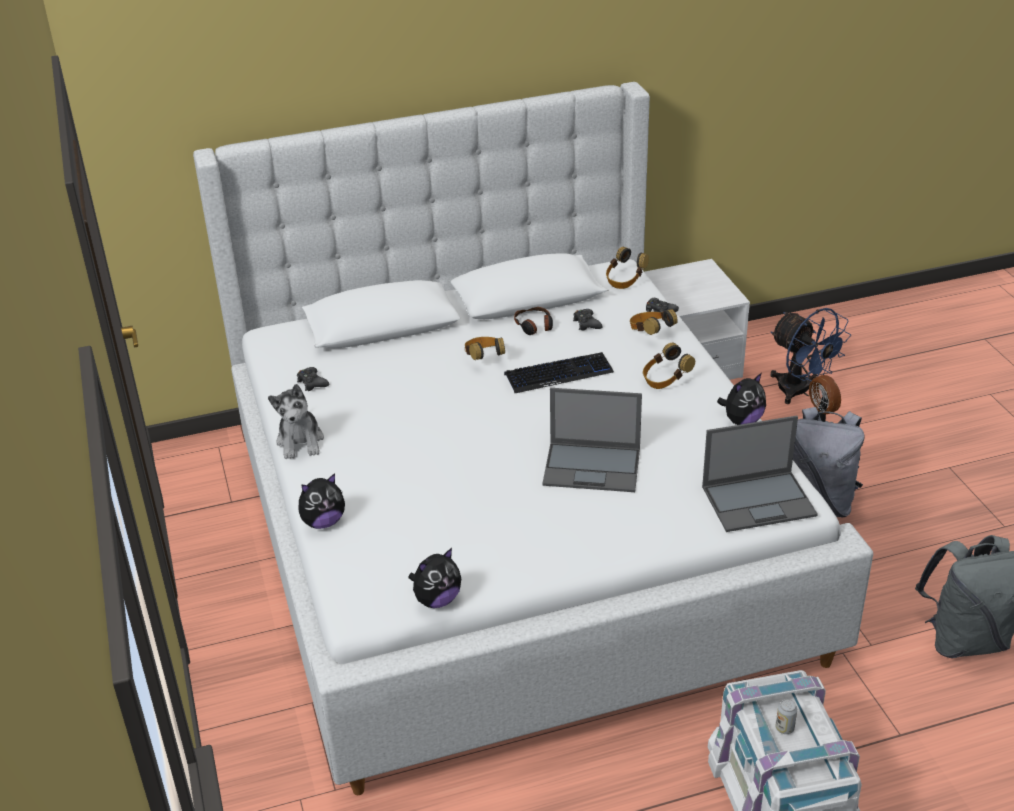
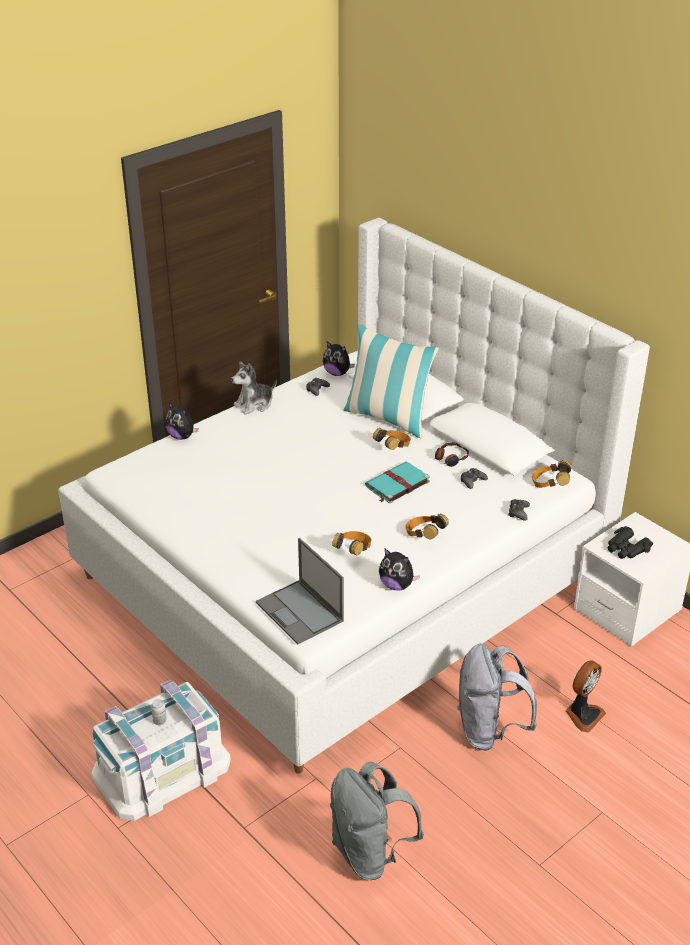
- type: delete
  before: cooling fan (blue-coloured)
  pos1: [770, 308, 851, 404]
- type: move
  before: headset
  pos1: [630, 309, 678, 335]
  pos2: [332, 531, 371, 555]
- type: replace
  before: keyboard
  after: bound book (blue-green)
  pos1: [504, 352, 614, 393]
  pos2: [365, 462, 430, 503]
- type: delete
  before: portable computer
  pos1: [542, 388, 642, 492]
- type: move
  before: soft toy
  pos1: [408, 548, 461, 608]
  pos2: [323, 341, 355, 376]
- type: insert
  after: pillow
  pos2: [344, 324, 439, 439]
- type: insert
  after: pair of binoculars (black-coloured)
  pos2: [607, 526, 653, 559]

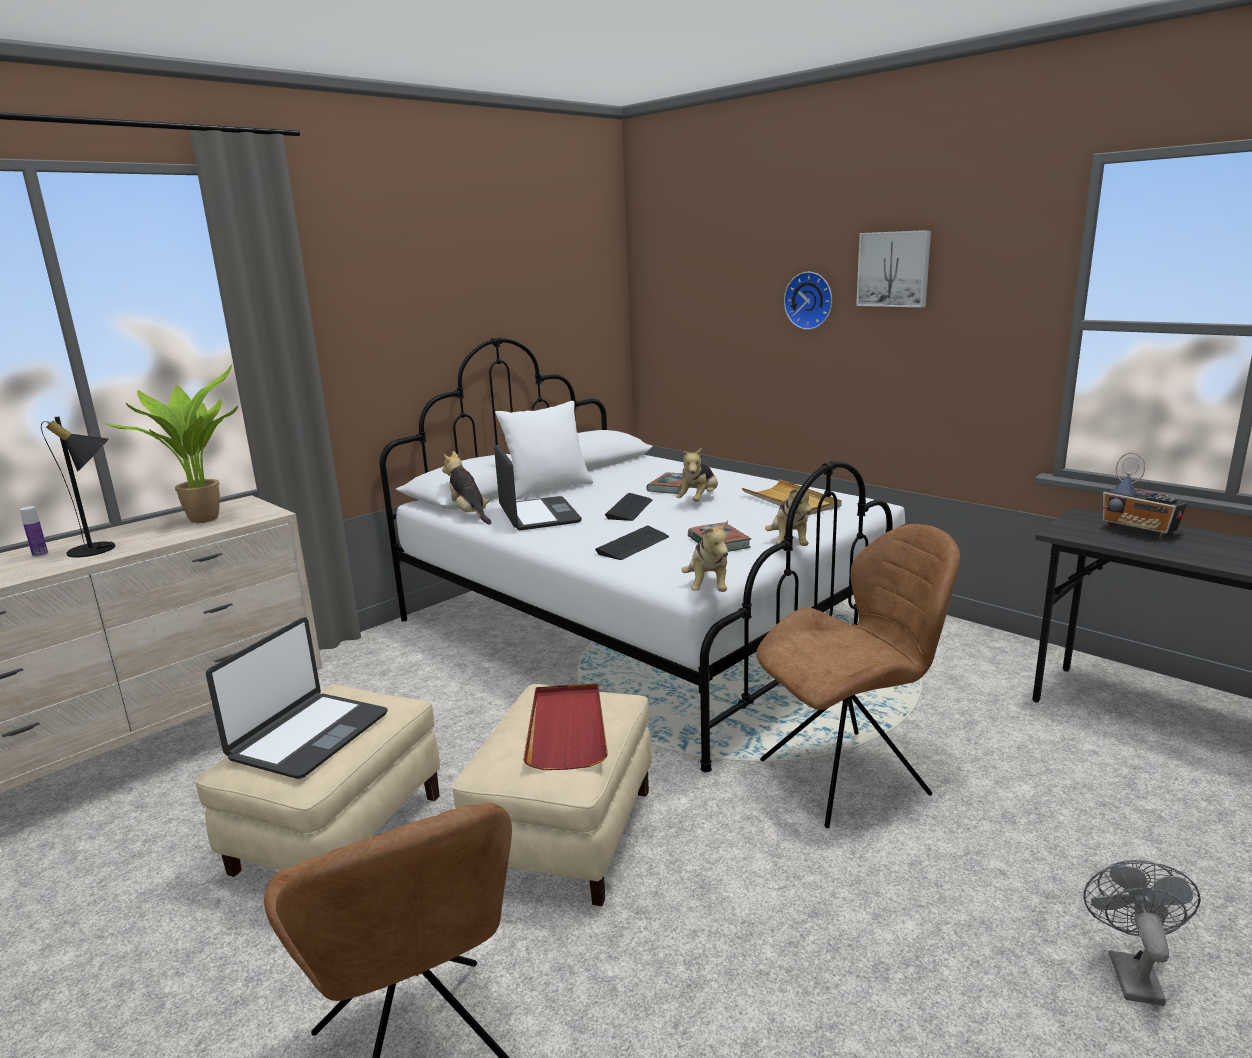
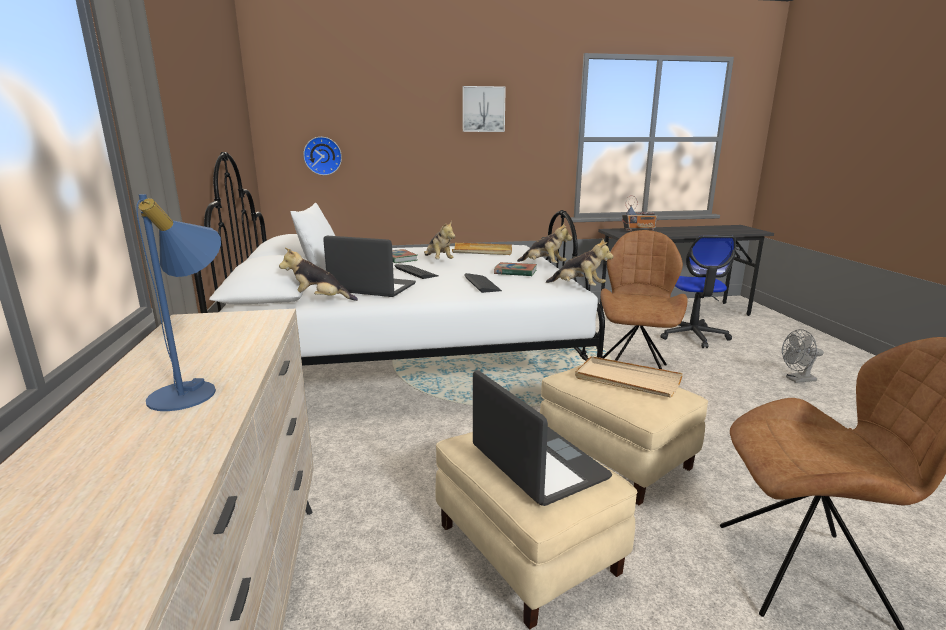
- type: move
  before: hanging clock
  pos1: [784, 272, 832, 330]
  pos2: [303, 137, 342, 175]
- type: delete
  before: houseplant
  pos1: [102, 365, 238, 523]
- type: recolor
  before: lamp for a table (black-coloured)
  after: lamp for a table (blue-coloured)
  pos1: [41, 417, 115, 558]
  pos2: [136, 194, 221, 411]
- type: delete
  before: beverage bottle
  pos1: [20, 506, 48, 557]
- type: recolor
  before: serving tray (red)
  after: serving tray (beige-coloured)
  pos1: [523, 683, 608, 770]
  pos2: [575, 356, 683, 398]
- type: rotate
  before: cooling fan (gray)
  pos1: [1083, 860, 1201, 1006]
  pos2: [782, 329, 824, 383]
  turn: -60
- type: insert
  after: computer chair
  pos2: [660, 236, 736, 348]

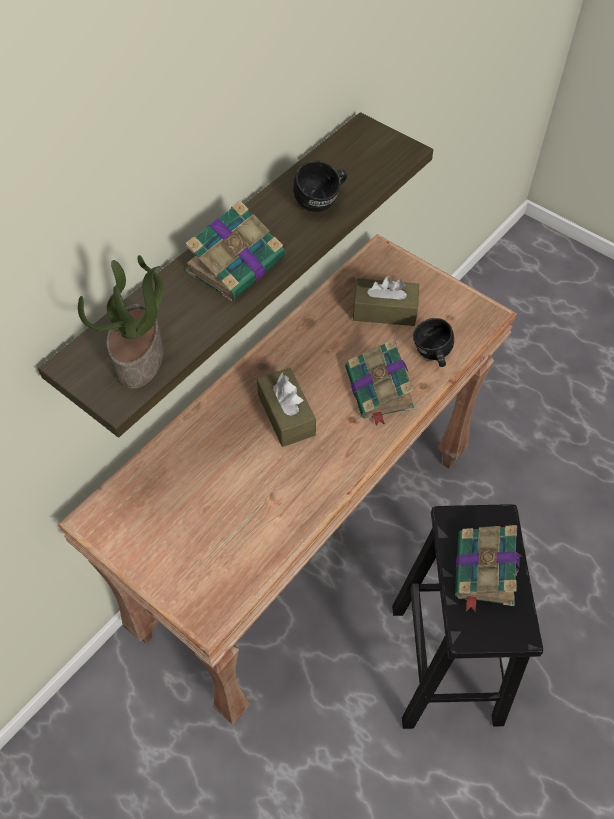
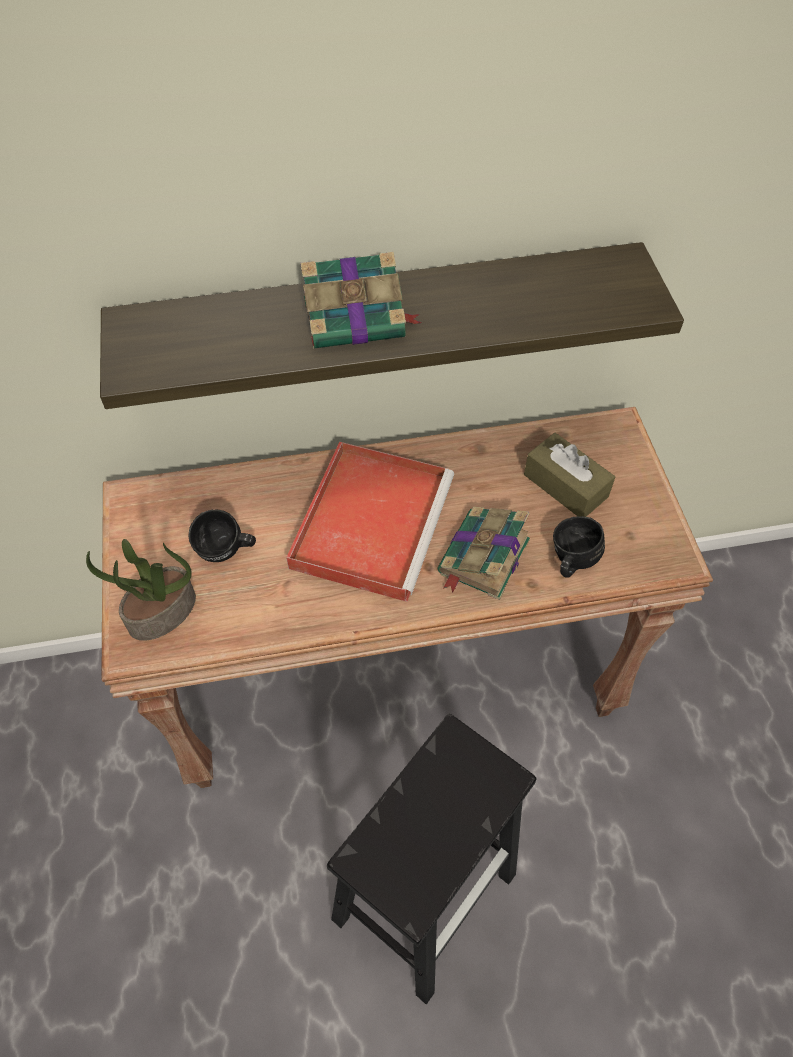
- type: move
  before: coffee mug (black-coloured)
  pos1: [293, 160, 347, 212]
  pos2: [188, 509, 256, 562]
- type: move
  before: houseplant
  pos1: [78, 255, 164, 389]
  pos2: [86, 539, 196, 641]
- type: replace
  before: tissue box (brown-coloured)
  after: serving tray (red)
  pos1: [257, 368, 316, 447]
  pos2: [286, 442, 454, 602]
- type: delete
  before: bound book
  pos1: [455, 525, 519, 613]

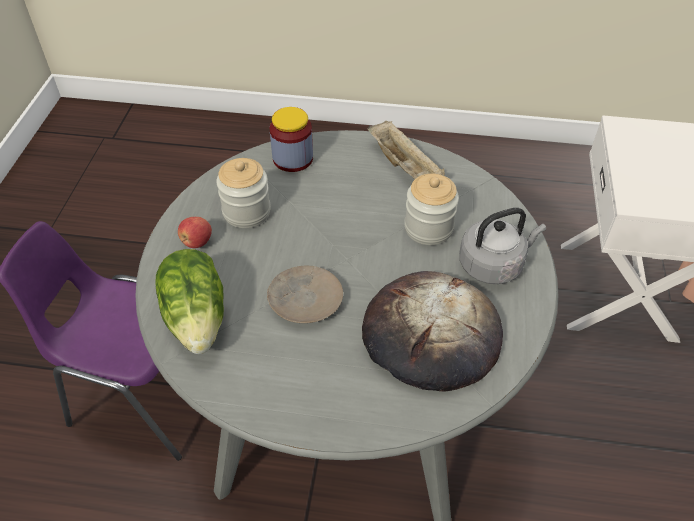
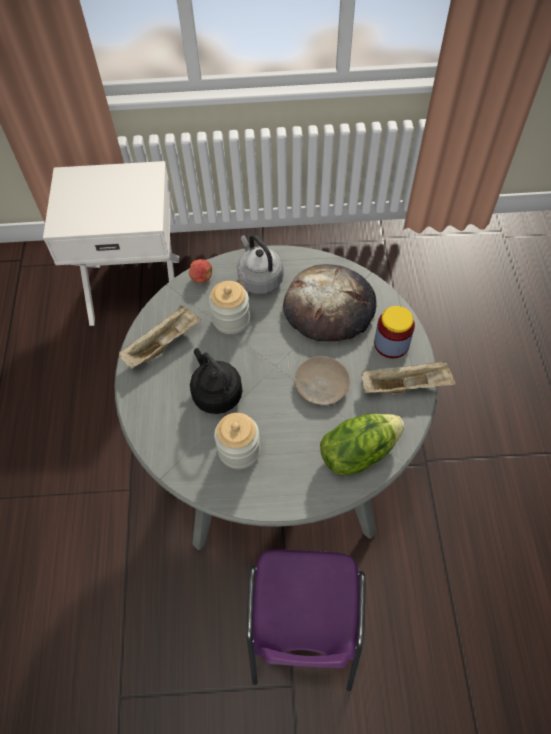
- type: move
  before: storage jar
  pos1: [270, 107, 313, 172]
  pos2: [374, 306, 415, 358]
- type: move
  before: apple
  pos1: [178, 217, 212, 248]
  pos2: [189, 259, 212, 283]
- type: insert
  after: water kettle (black-coloured)
  pos2: [190, 348, 242, 414]
- type: insert
  after: serving tray (beige-coloured)
  pos2: [362, 359, 456, 394]

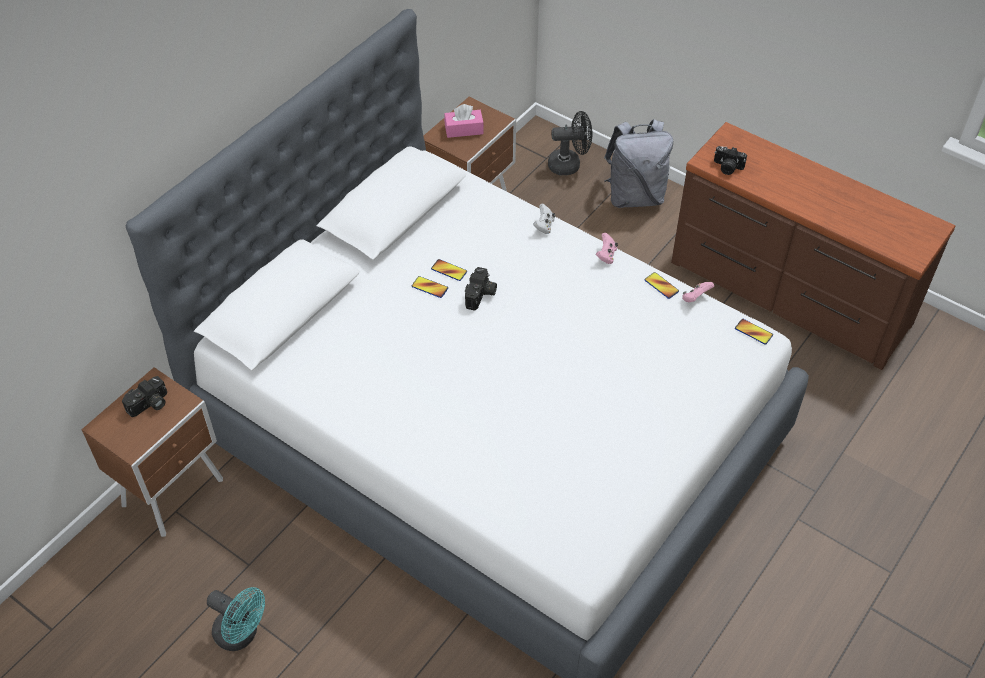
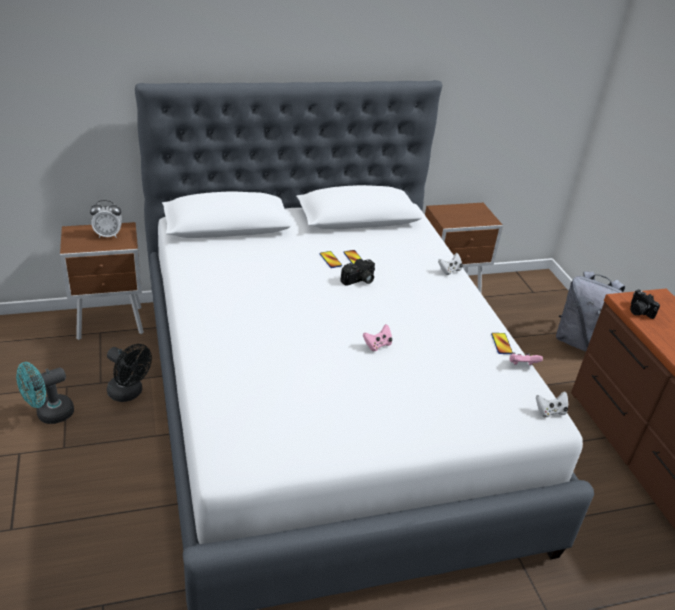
- type: delete
  before: tissue box (pink-coloured)
  pos1: [444, 104, 484, 138]
- type: move
  before: cooling fan (black-coloured)
  pos1: [548, 111, 592, 175]
  pos2: [107, 344, 152, 402]
- type: move
  before: joypad (pink-coloured)
  pos1: [596, 233, 618, 264]
  pos2: [363, 324, 392, 351]
- type: replace
  before: phone
  after: joypad (white)
  pos1: [735, 319, 773, 345]
  pos2: [536, 391, 568, 418]
- type: replace
  before: photo camera
  after: table clock
  pos1: [122, 376, 167, 417]
  pos2: [90, 200, 122, 238]
- type: rotate
  before: cooling fan (blue-green)
  pos1: [207, 587, 265, 651]
  pos2: [16, 362, 74, 424]
  turn: 75

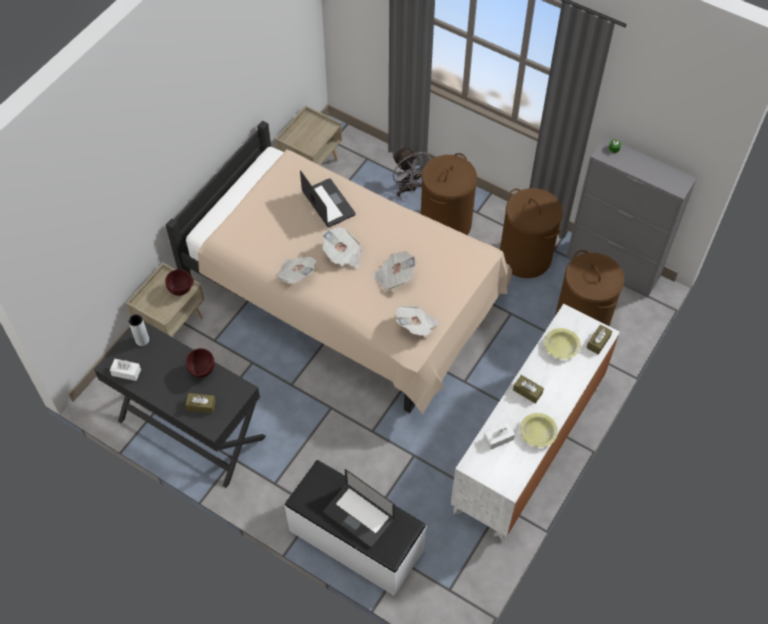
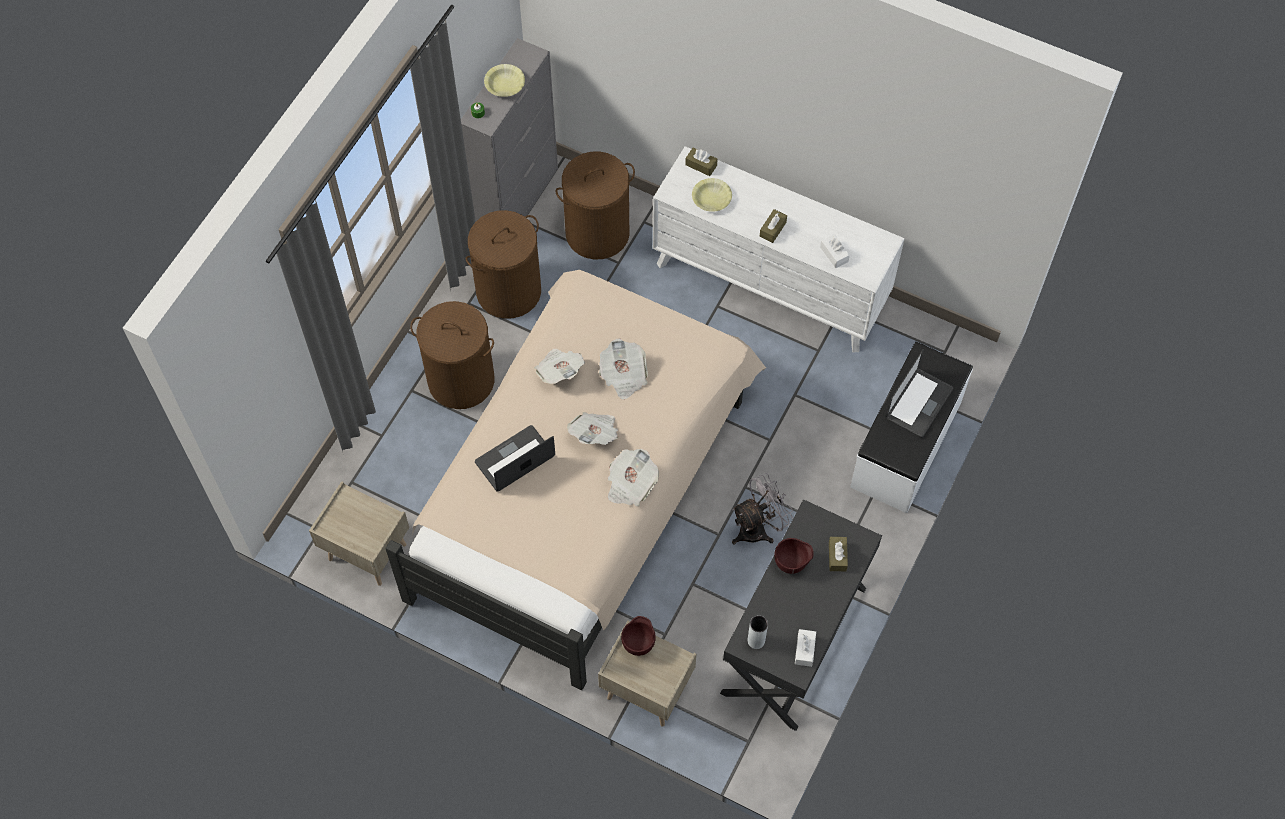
- type: move
  before: cooling fan (gray)
  pos1: [393, 147, 432, 196]
  pos2: [732, 473, 793, 544]
- type: move
  before: printed paper
  pos1: [395, 305, 439, 336]
  pos2: [534, 348, 585, 384]
- type: move
  before: deep dish (yellow)
  pos1: [520, 413, 558, 447]
  pos2: [484, 64, 525, 97]

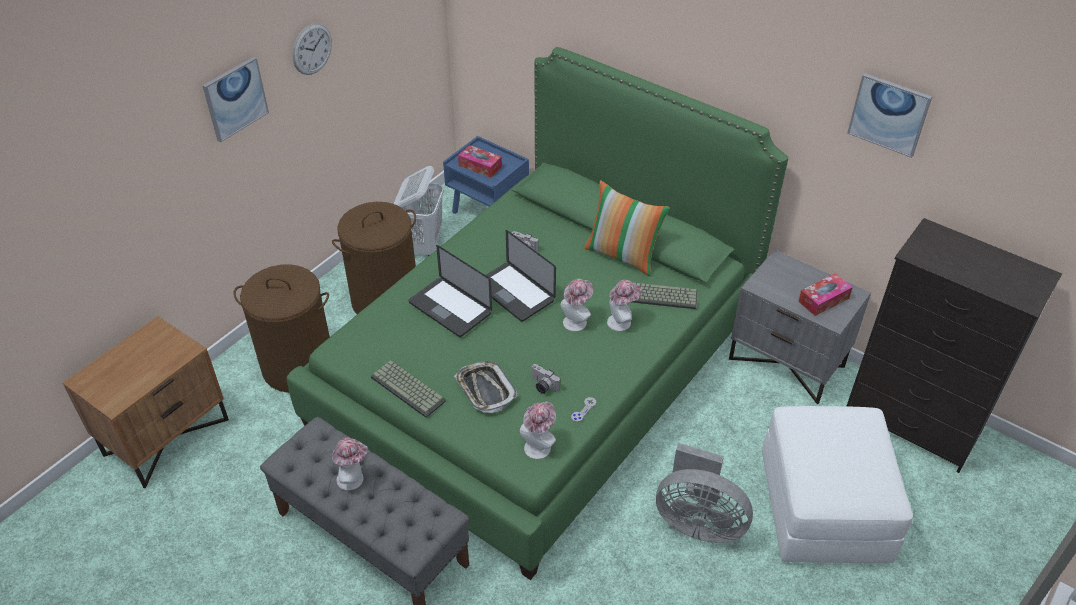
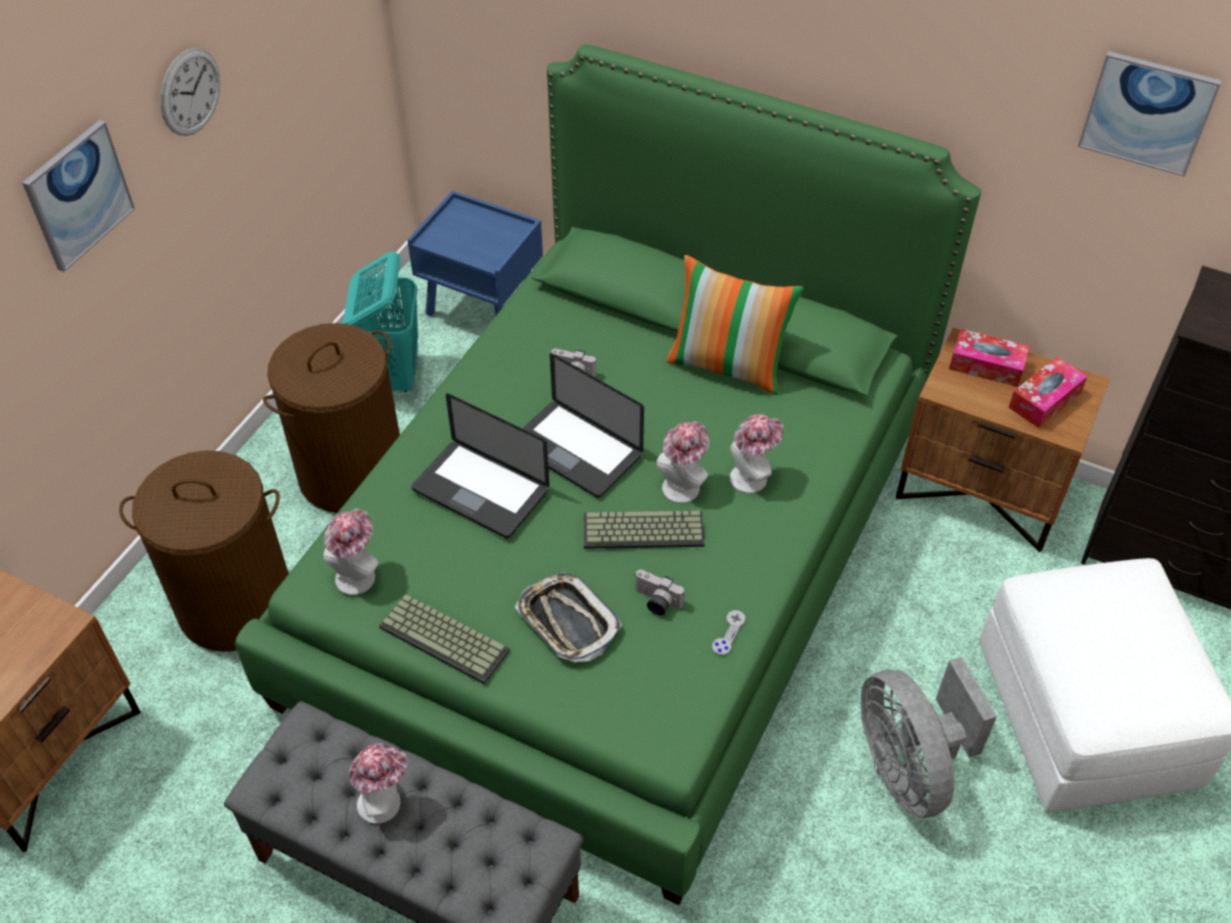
- type: move
  before: tissue box
  pos1: [458, 145, 502, 178]
  pos2: [949, 329, 1030, 387]
- type: recolor
  before: washing basket (white)
  after: washing basket (blue-green)
  pos1: [393, 166, 444, 256]
  pos2: [343, 252, 418, 392]
- type: recolor
  before: night table (gray)
  after: night table (brown-coloured)
  pos1: [729, 250, 871, 404]
  pos2: [896, 327, 1110, 552]
- type: move
  before: keyboard
  pos1: [632, 282, 698, 309]
  pos2: [583, 511, 705, 549]
- type: move
  before: hat
  pos1: [520, 402, 556, 459]
  pos2: [323, 509, 379, 595]
- type: rotate
  before: cooling fan (gray)
  pos1: [656, 443, 753, 543]
  pos2: [861, 657, 997, 818]
  turn: 60

